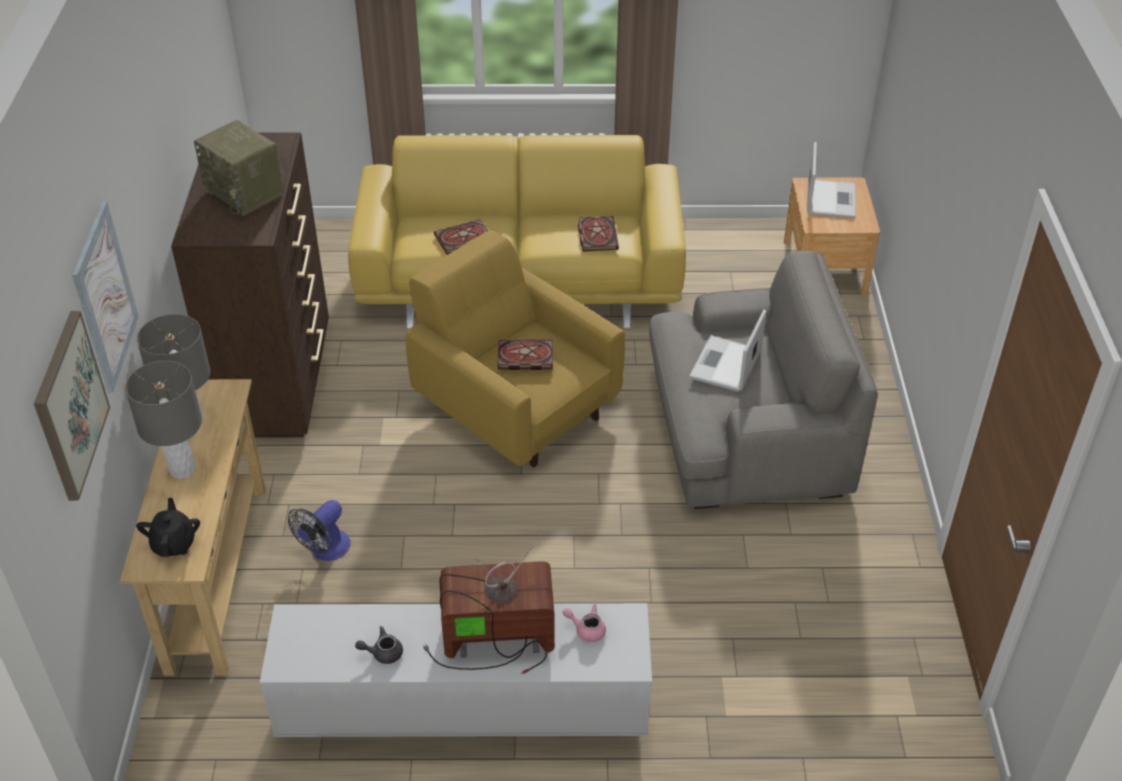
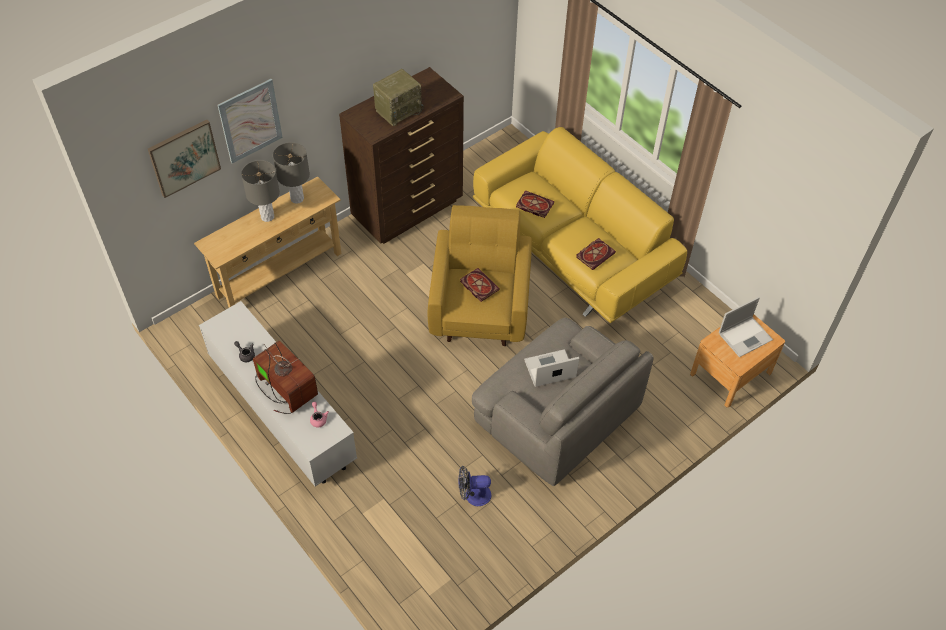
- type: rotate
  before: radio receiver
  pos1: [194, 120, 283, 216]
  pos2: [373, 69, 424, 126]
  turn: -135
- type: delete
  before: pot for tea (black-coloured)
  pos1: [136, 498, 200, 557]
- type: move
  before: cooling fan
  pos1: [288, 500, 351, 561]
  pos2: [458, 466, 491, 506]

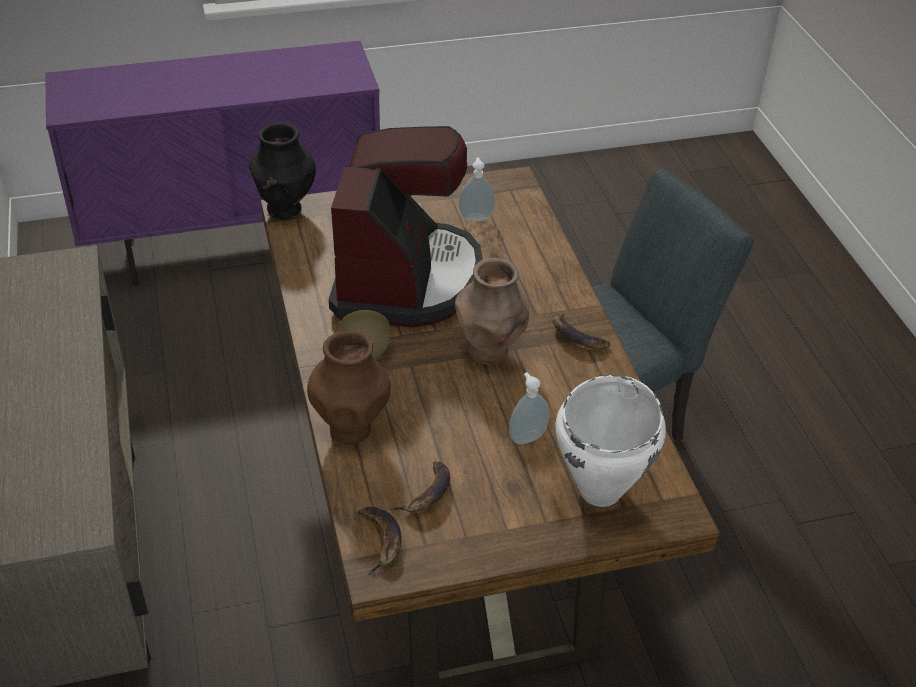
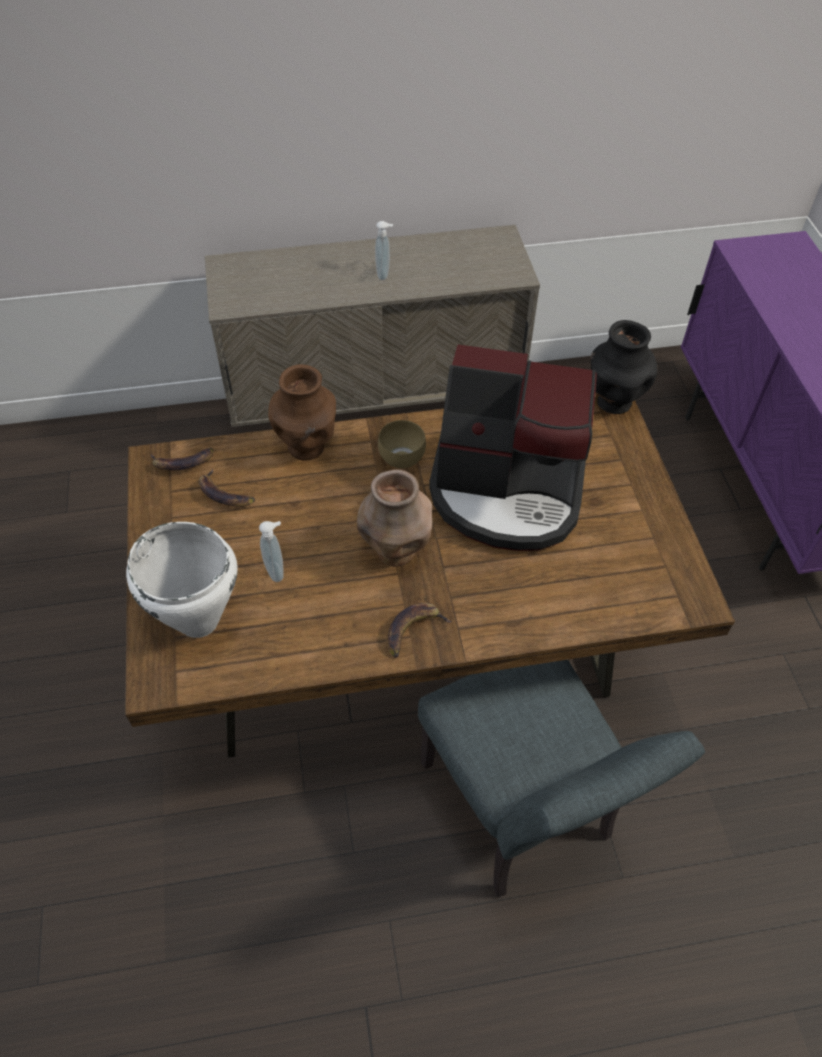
- type: move
  before: liquid soap bottle
  pos1: [459, 158, 495, 221]
  pos2: [375, 221, 393, 280]

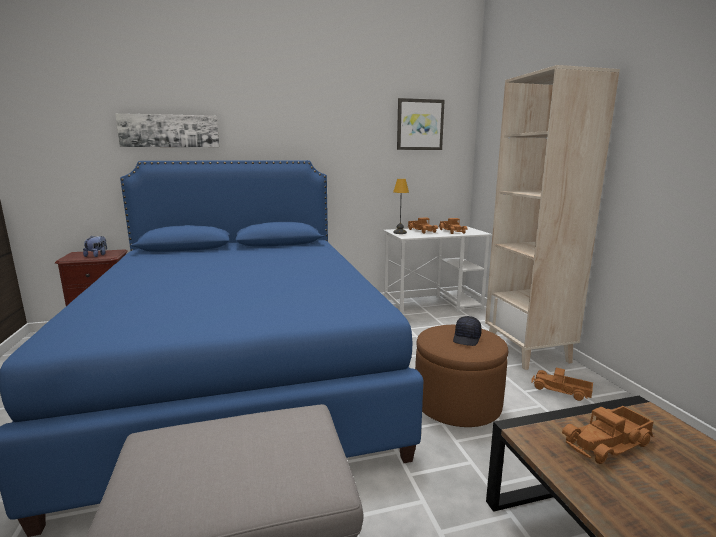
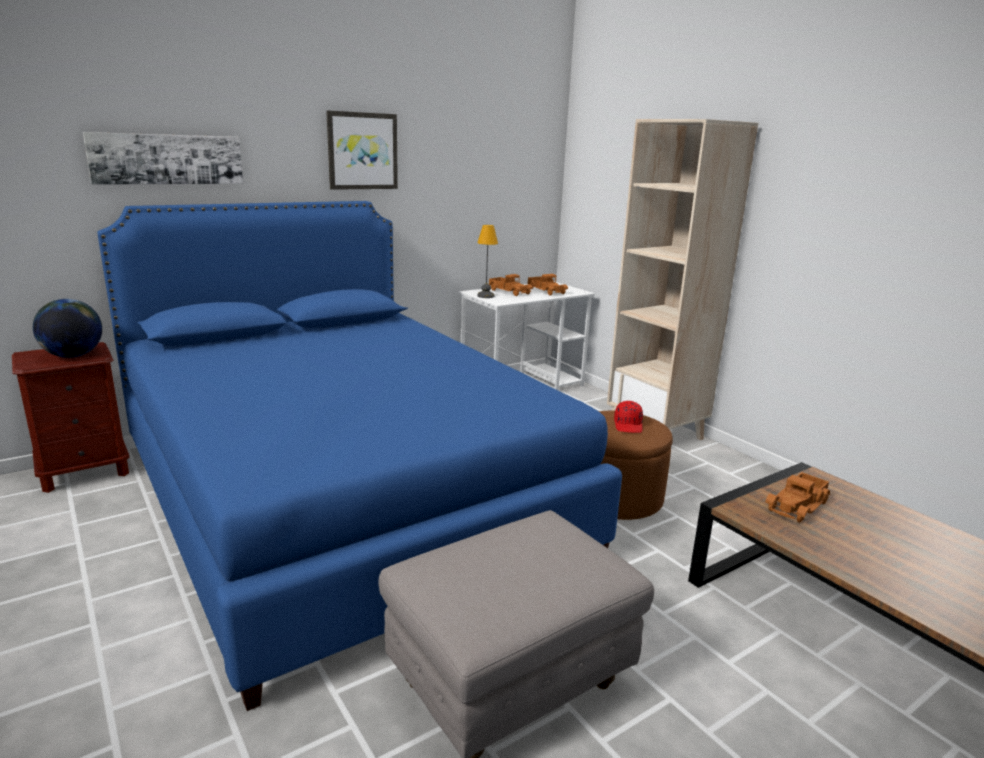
- type: move
  before: wall art
  pos1: [397, 98, 445, 150]
  pos2: [326, 110, 398, 190]
- type: replace
  before: soft toy
  after: desk globe
  pos1: [83, 235, 107, 257]
  pos2: [33, 299, 102, 358]
- type: recolor
  before: cap (black-coloured)
  after: cap (red)
  pos1: [453, 316, 482, 346]
  pos2: [614, 401, 643, 433]
- type: delete
  before: toy truck
  pos1: [531, 368, 593, 401]

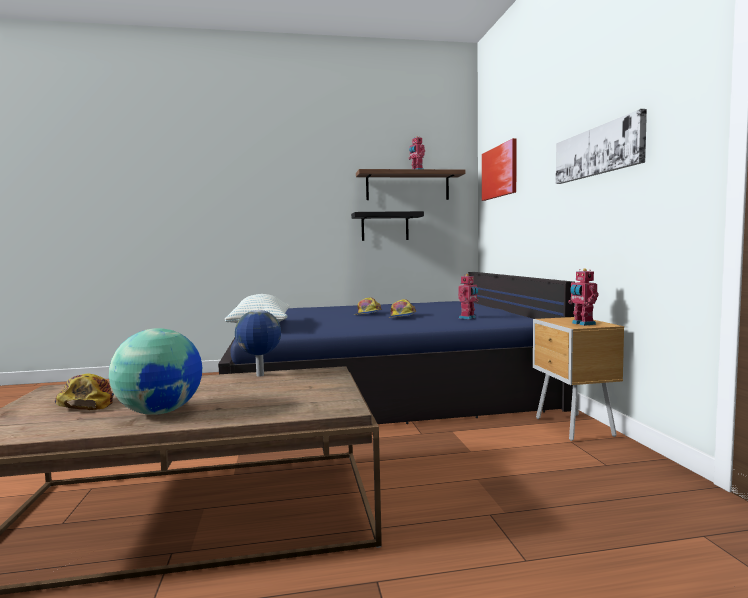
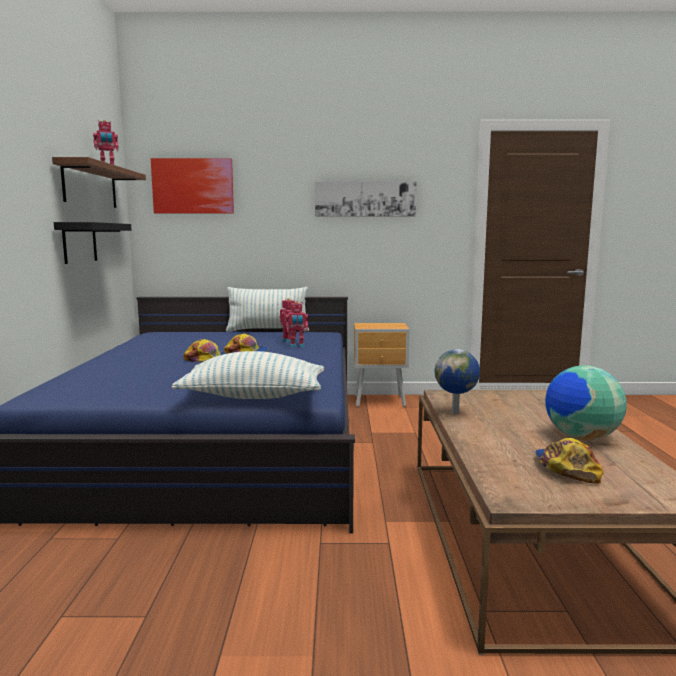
- type: move
  before: robot figure
  pos1: [568, 268, 599, 326]
  pos2: [285, 301, 308, 347]
- type: rotate
  before: cap
  pos1: [54, 374, 114, 410]
  pos2: [535, 438, 604, 484]
  turn: 105
- type: insert
  after: pillow
  pos2: [226, 287, 309, 332]

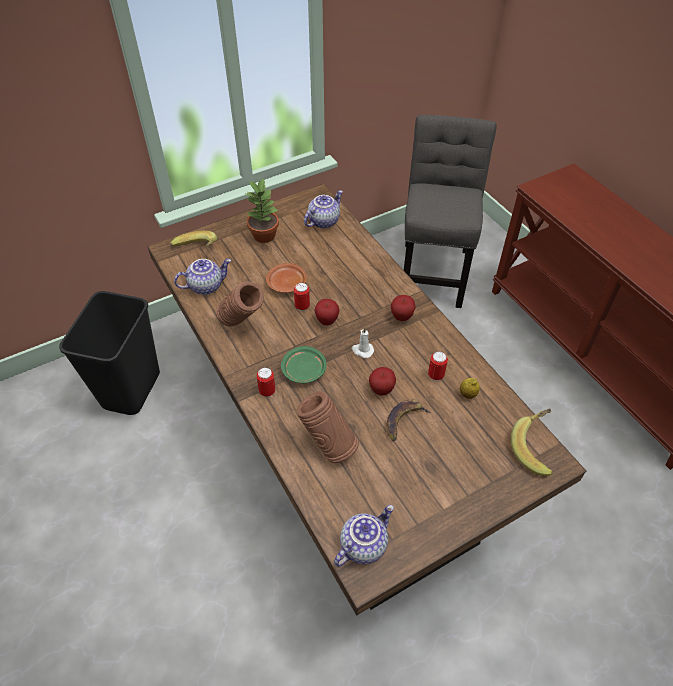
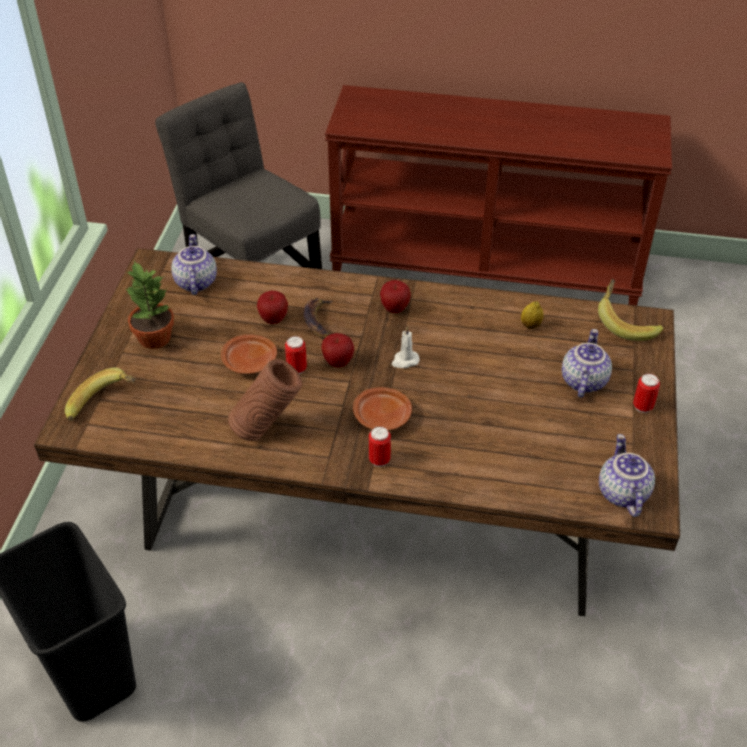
- type: move
  before: pot for tea
  pos1: [174, 259, 231, 295]
  pos2: [562, 329, 612, 398]
- type: recolor
  before: flat dish (greenish)
  after: flat dish (brown-coloured)
  pos1: [281, 346, 327, 383]
  pos2: [353, 387, 412, 431]
- type: move
  before: sealed can
  pos1: [428, 351, 448, 381]
  pos2: [633, 373, 660, 413]
- type: move
  before: apple
  pos1: [369, 367, 396, 396]
  pos2: [257, 291, 288, 324]
- type: delete
  before: vase (brown-coloured)
  pos1: [297, 391, 359, 463]
- type: move
  before: banana
  pos1: [386, 400, 431, 441]
  pos2: [304, 298, 333, 339]

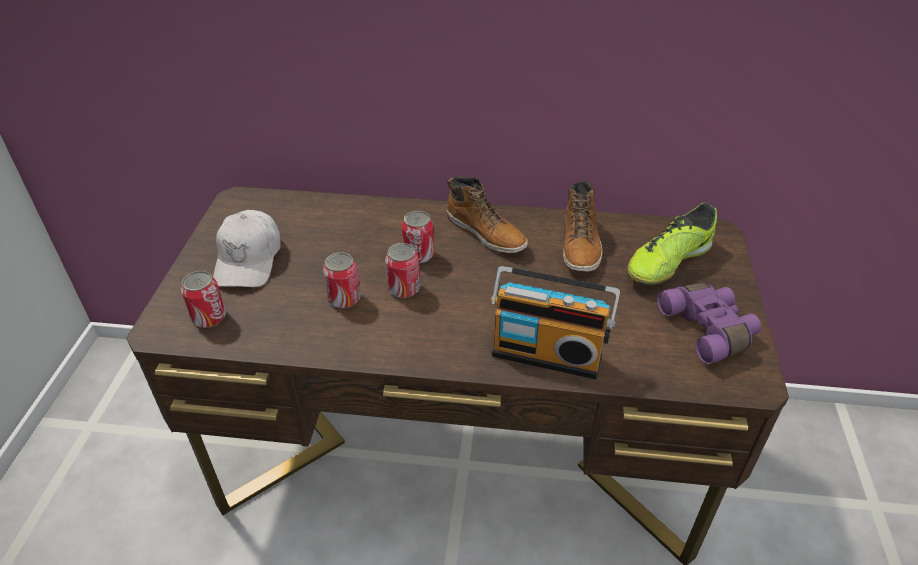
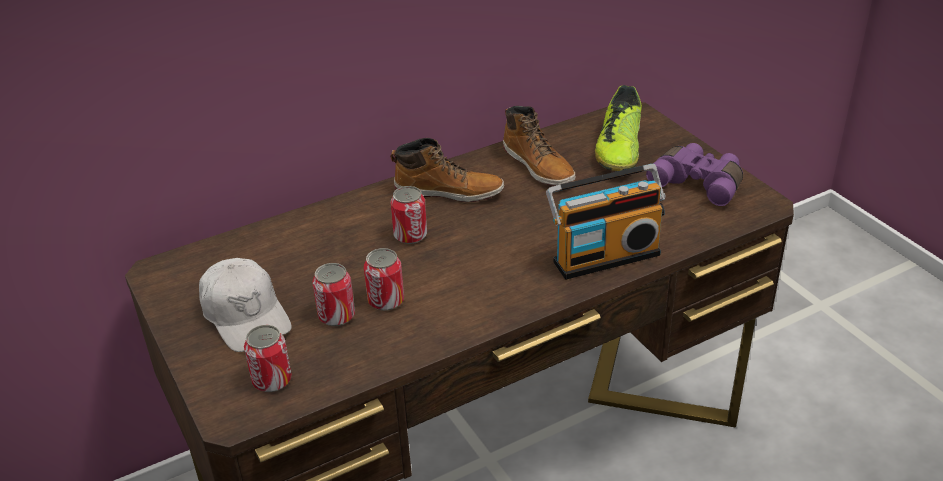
- type: move
  before: sealed can
  pos1: [385, 243, 420, 298]
  pos2: [312, 263, 355, 326]

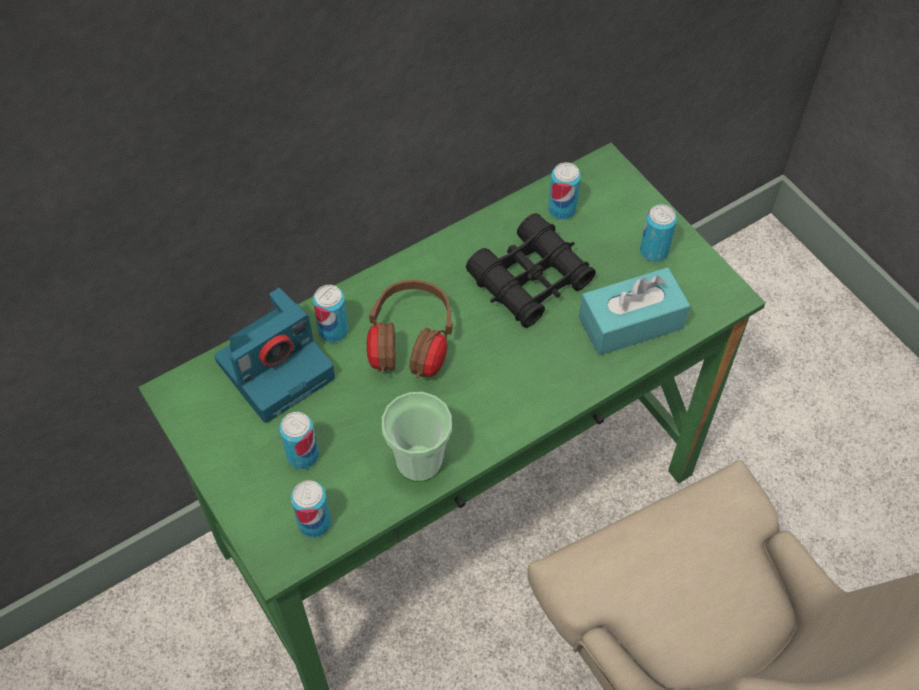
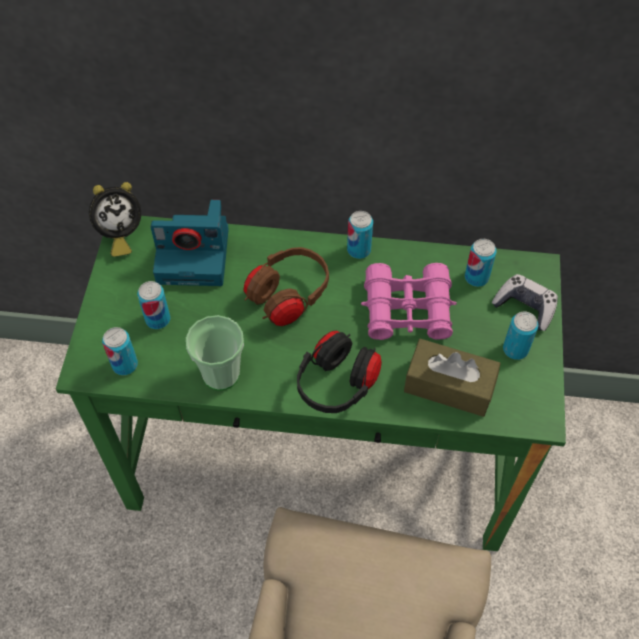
- type: recolor
  before: pair of binoculars (black-coloured)
  after: pair of binoculars (pink-coloured)
  pos1: [466, 213, 596, 328]
  pos2: [361, 263, 457, 340]
- type: recolor
  before: tissue box (blue-green)
  after: tissue box (brown-coloured)
  pos1: [579, 267, 691, 356]
  pos2: [404, 339, 501, 417]
- type: move
  before: sealed can
  pos1: [313, 285, 349, 342]
  pos2: [347, 211, 373, 259]
- type: insert
  after: table clock
  pos2: [89, 182, 141, 257]
- type: insert
  after: joypad
  pos2: [492, 274, 558, 331]
- type: insert
  after: headset (black-coloured)
  pos2: [297, 331, 382, 413]

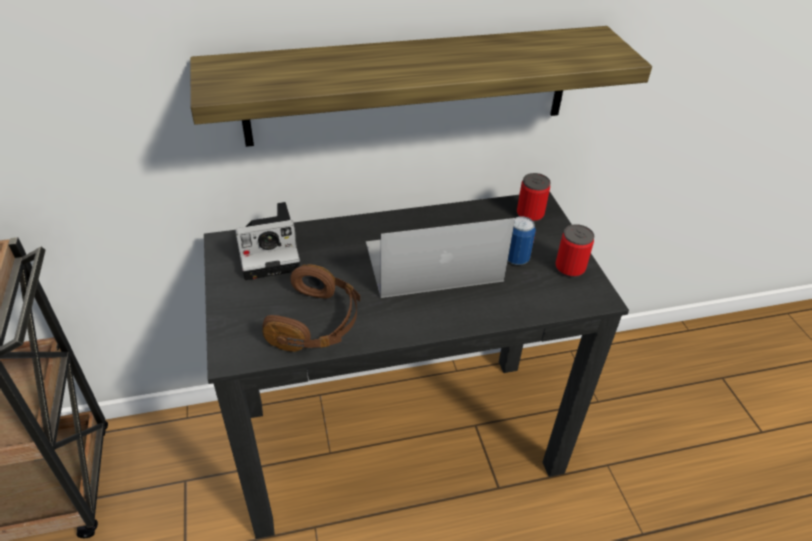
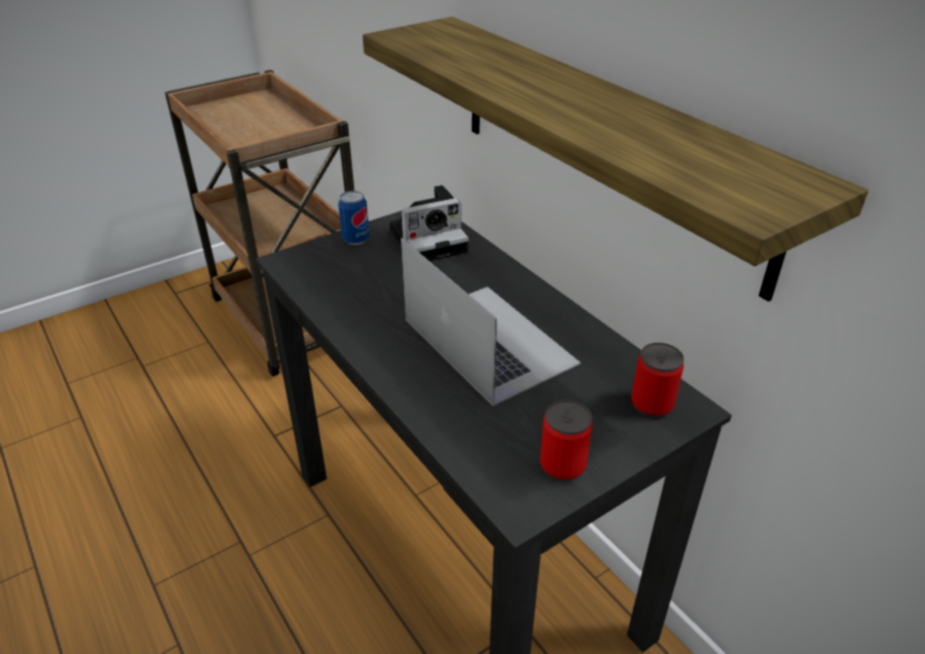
- type: rotate
  before: photo camera
  pos1: [235, 202, 300, 280]
  pos2: [389, 185, 469, 261]
  turn: -75
- type: move
  before: sealed can
  pos1: [508, 216, 536, 265]
  pos2: [338, 191, 370, 245]
- type: delete
  before: headset (brown-coloured)
  pos1: [262, 264, 360, 352]

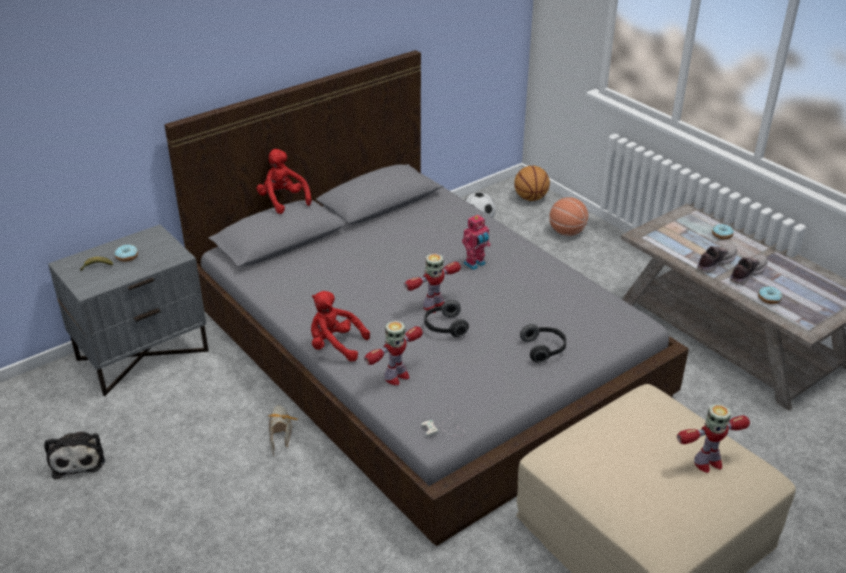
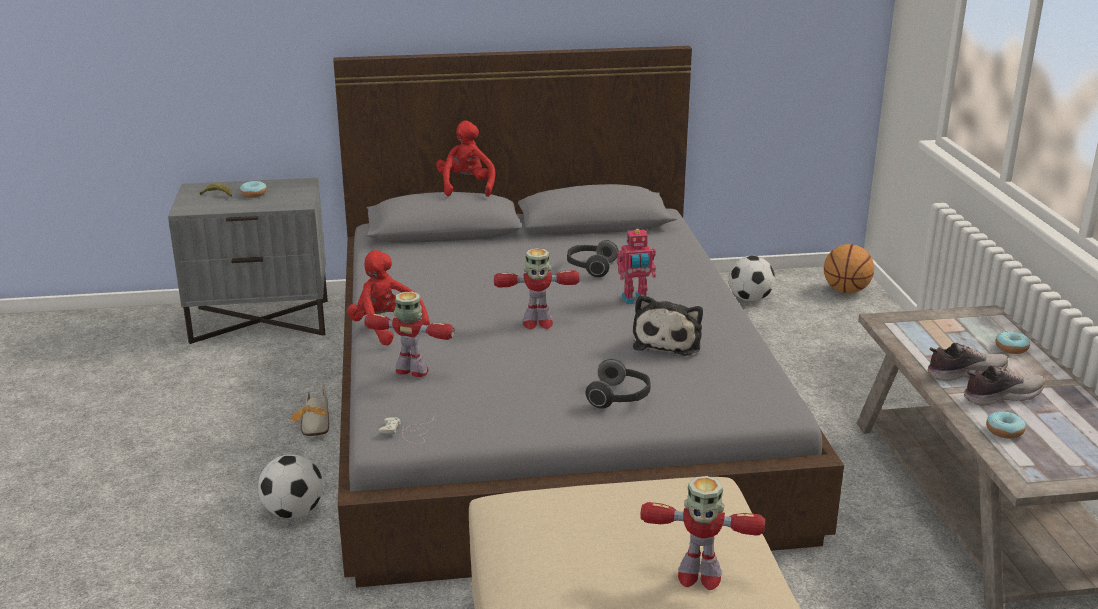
- type: delete
  before: basketball ball
  pos1: [549, 197, 588, 236]
- type: move
  before: headset
  pos1: [424, 300, 469, 337]
  pos2: [567, 240, 619, 277]
- type: rotate
  before: robot figure
  pos1: [364, 321, 423, 385]
  pos2: [364, 292, 455, 377]
  turn: -150
- type: rotate
  before: low shoe
  pos1: [269, 405, 299, 455]
  pos2: [290, 383, 329, 436]
  turn: 150
- type: move
  before: soft toy
  pos1: [44, 432, 105, 479]
  pos2: [633, 295, 703, 356]
- type: insert
  after: ball for football
  pos2: [258, 455, 323, 518]

